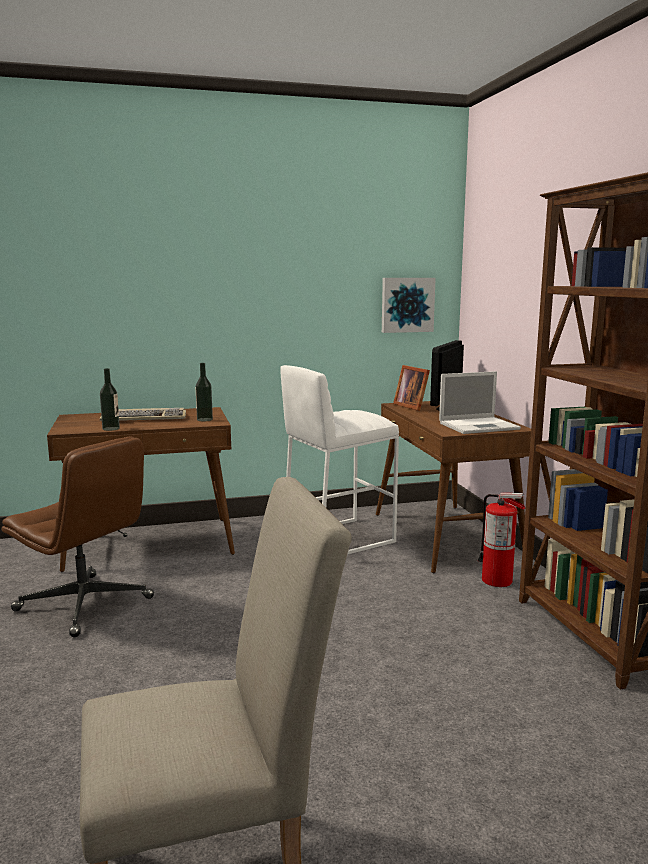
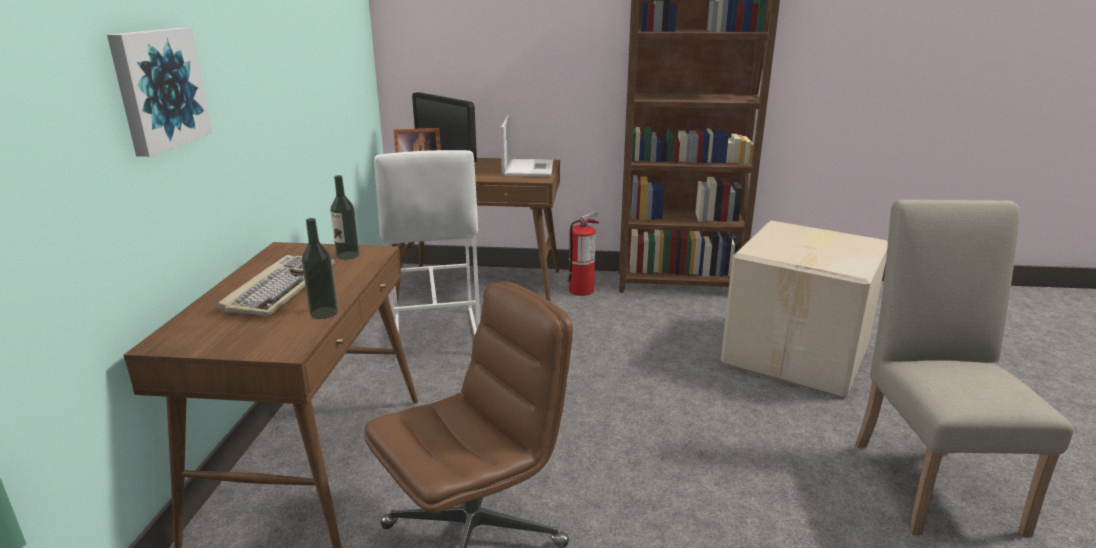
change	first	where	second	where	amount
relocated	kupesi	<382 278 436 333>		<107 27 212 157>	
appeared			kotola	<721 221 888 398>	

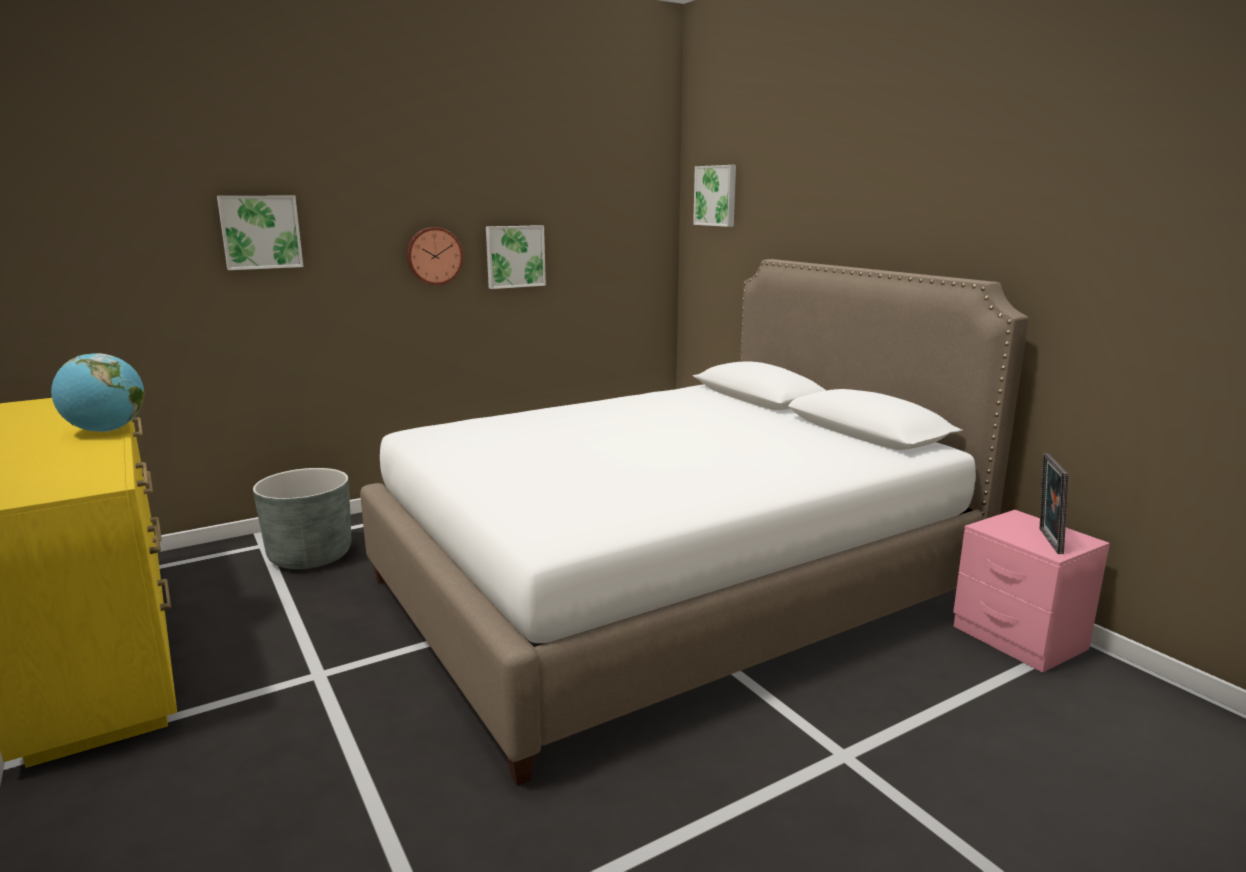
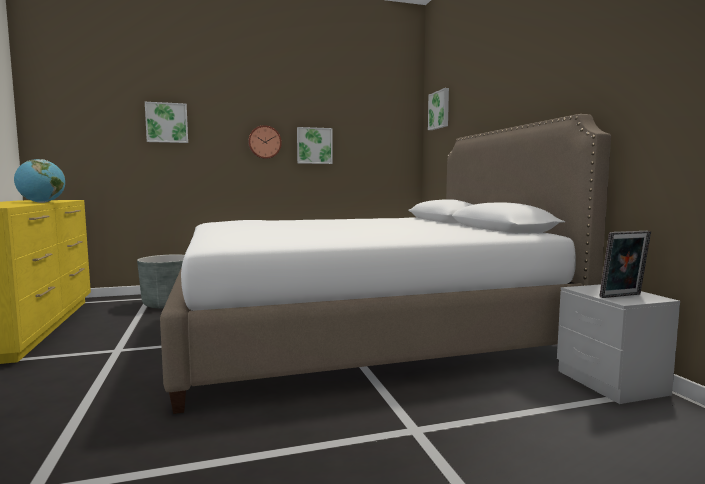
change	first	where	second	where	amount
colour	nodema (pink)	<953 510 1110 673>	nodema (grey)	<557 284 680 404>	
spun	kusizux	<1039 454 1068 554>		<599 231 651 298>	135 degrees counterclockwise

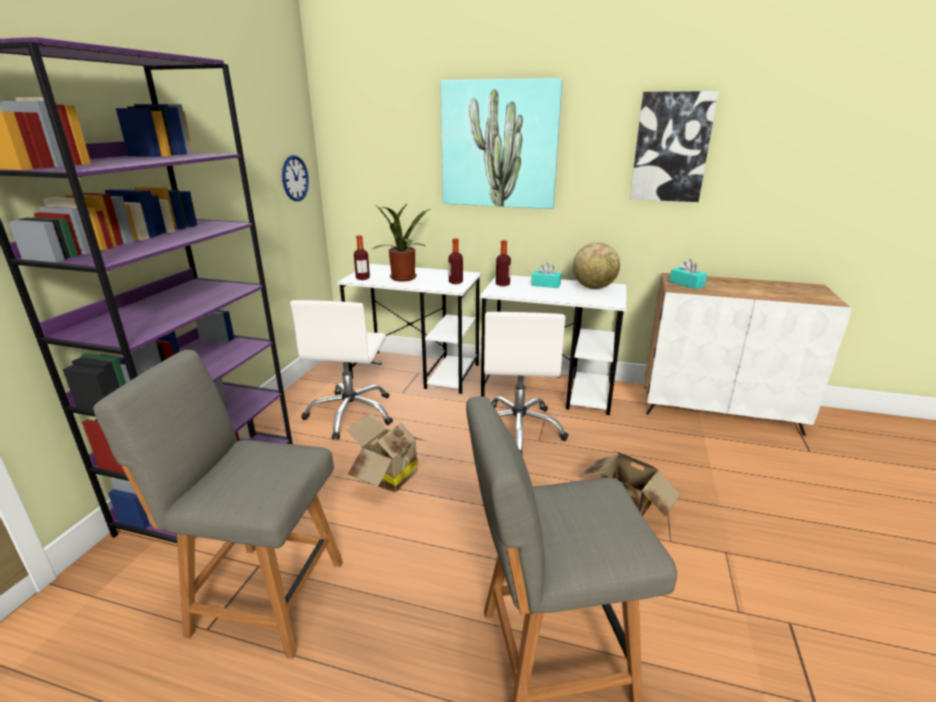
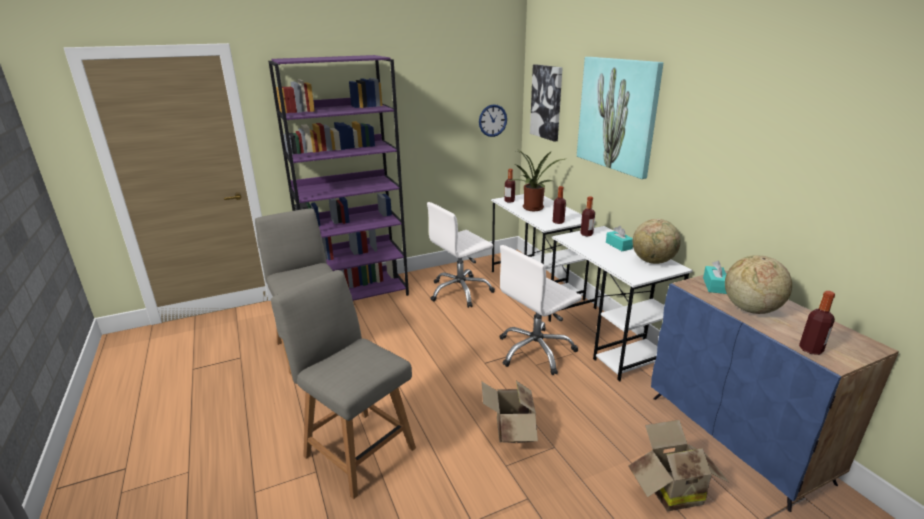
change	first	where	second	where	amount
relocated	kupesi	<630 91 719 202>		<530 64 563 142>	
relocated	kotola	<347 413 425 492>		<628 420 730 512>	
colour	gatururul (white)	<645 273 852 436>	gatururul (blue)	<651 270 899 512>	
appeared			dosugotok	<725 255 792 314>	
appeared			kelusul	<799 291 835 355>	

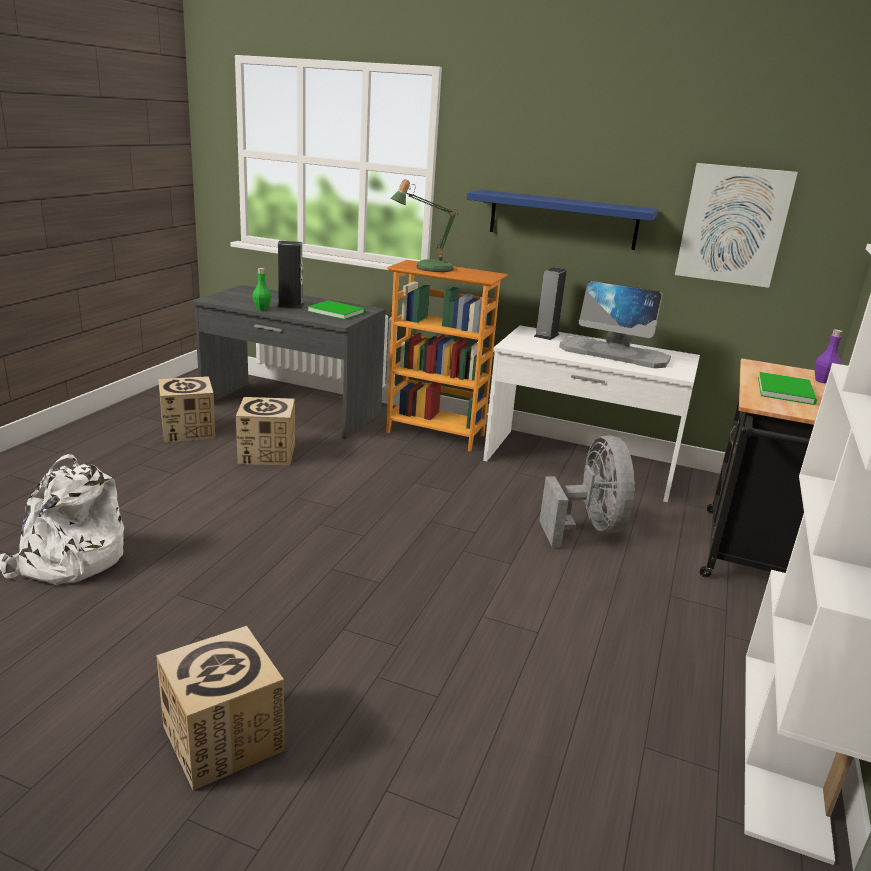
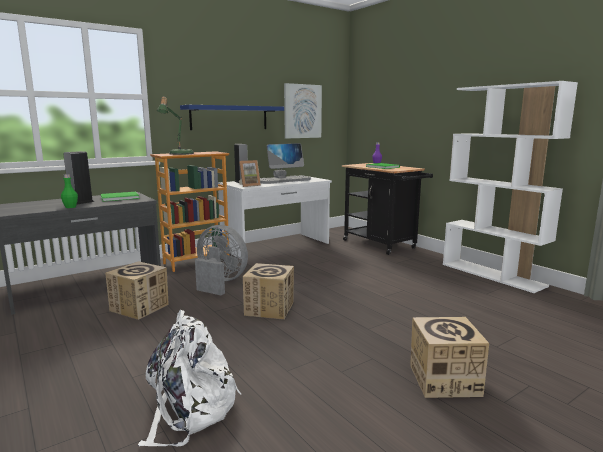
change	first	where	second	where	amount
relocated	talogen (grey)	<539 436 635 547>		<195 225 248 296>	
appeared			kusizux	<239 160 261 187>	
relocated	kotola	<158 376 215 443>		<243 263 294 320>	

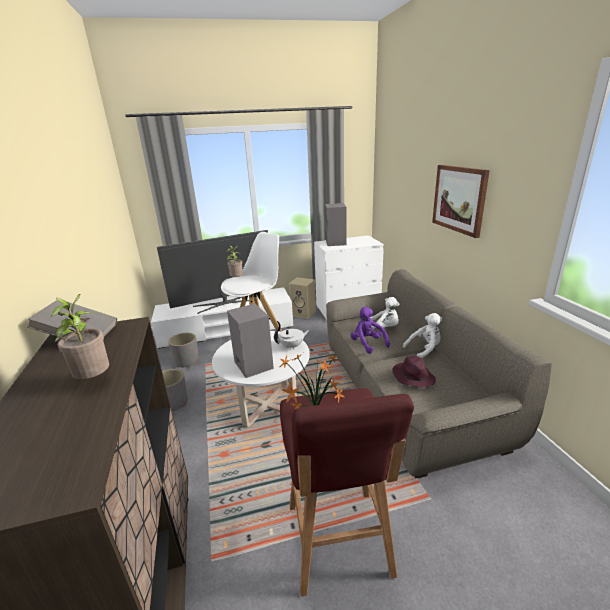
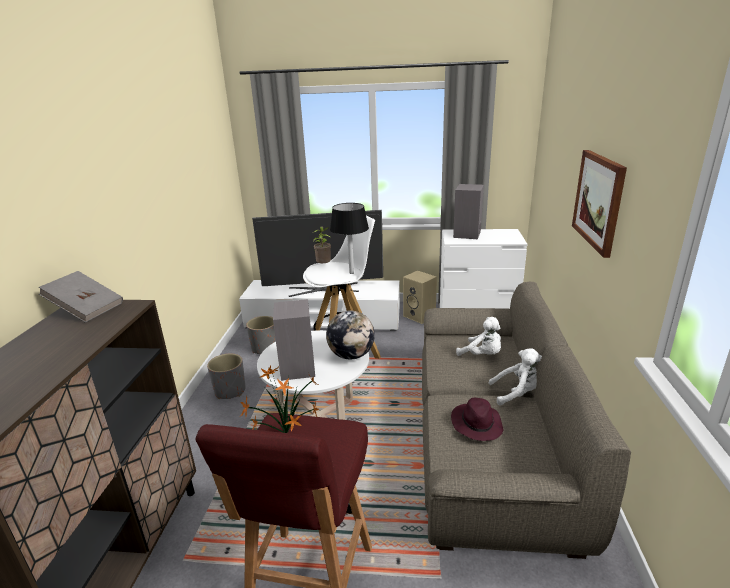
change	first	where	second	where	amount
exchanged	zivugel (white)	<274 329 310 350>	dosugotok	<326 311 375 359>	
appeared			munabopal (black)	<330 203 369 274>	
missing	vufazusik	<51 294 109 379>			
missing	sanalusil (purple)	<350 307 390 354>			

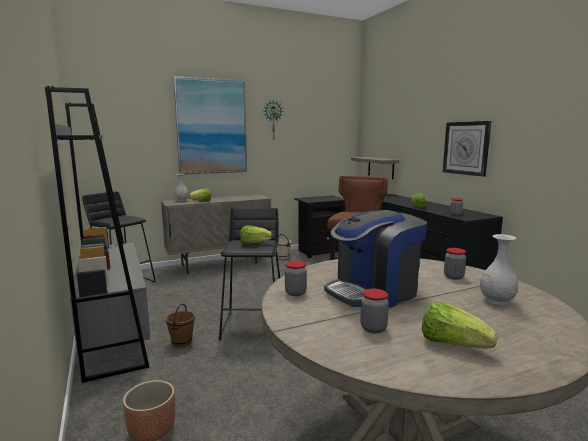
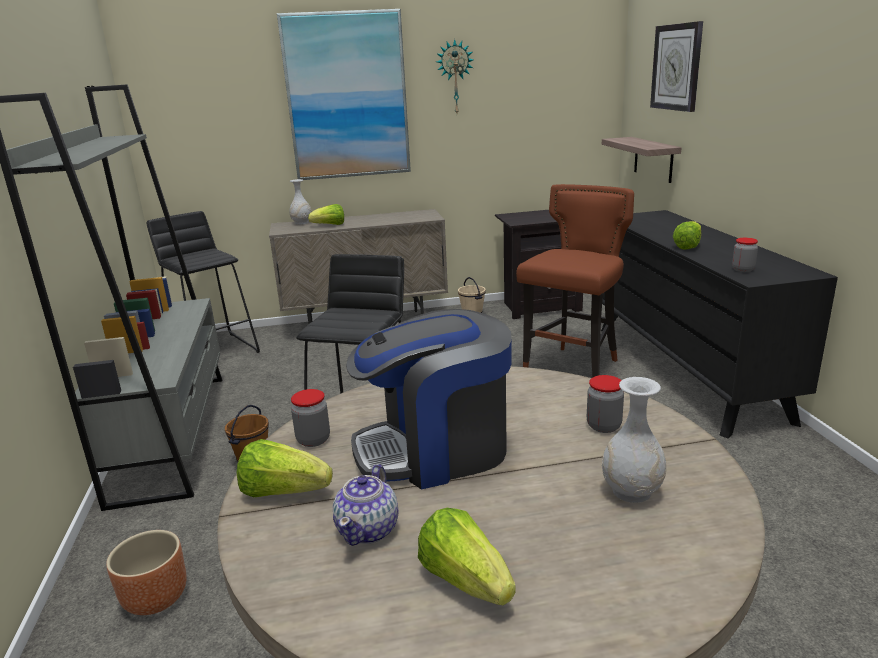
change	first	where	second	where	amount
relocated	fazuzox	<240 225 272 244>		<237 439 333 497>	
exchanged	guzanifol	<360 289 389 334>	zivugel	<333 464 398 546>	
relocated	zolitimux	<443 121 491 177>		<650 21 703 112>	

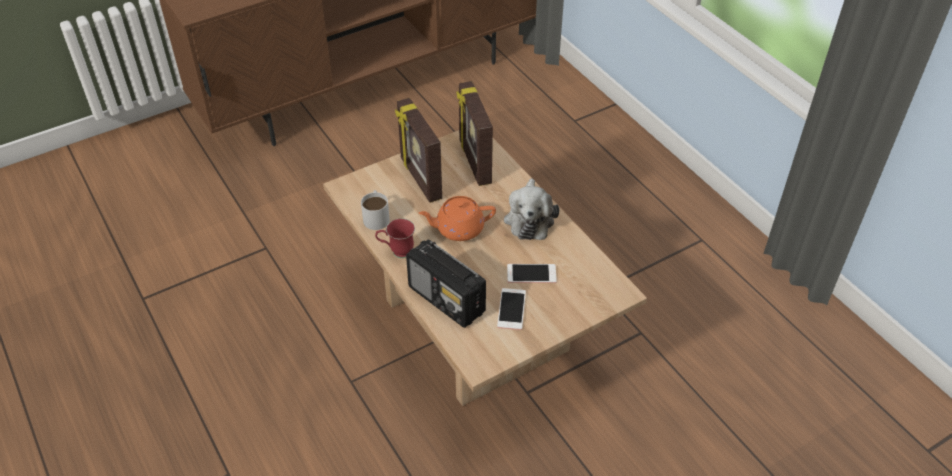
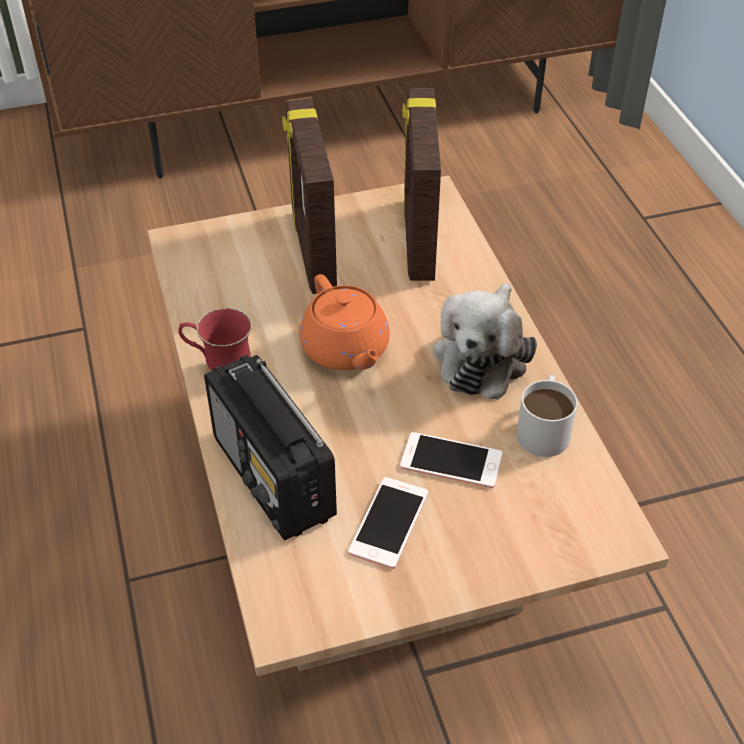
change	first	where	second	where	amount
spun	zivugel (orange)	<419 196 496 241>		<300 274 390 370>	120 degrees counterclockwise
relocated	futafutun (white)	<361 190 390 230>		<516 375 578 457>	

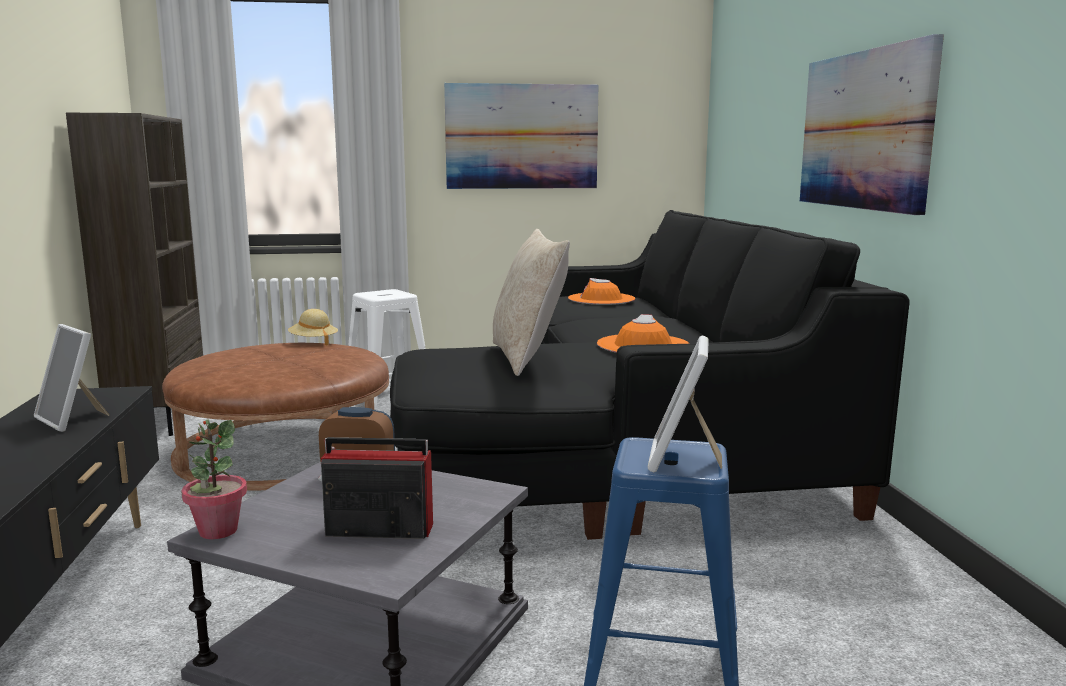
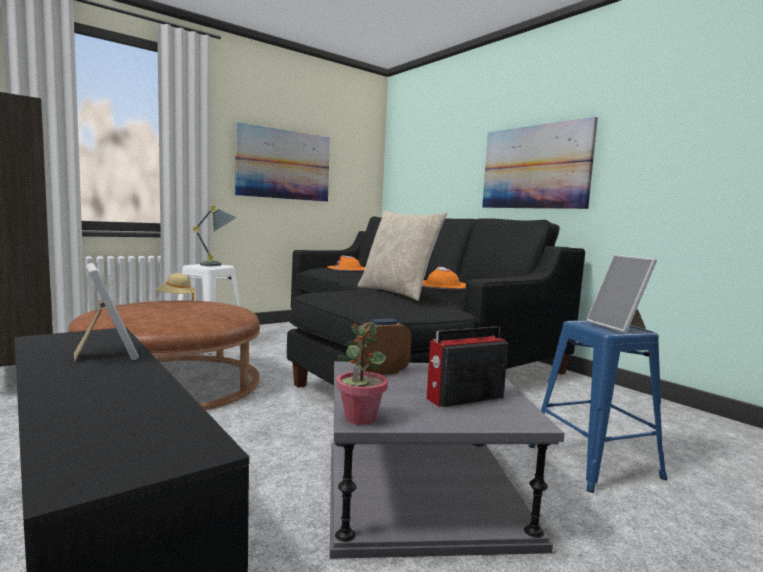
change	first	where	second	where	amount
spun	kusizux	<34 324 109 432>		<74 263 139 361>	135 degrees counterclockwise
appeared			munabopal (grey)	<193 205 236 266>	

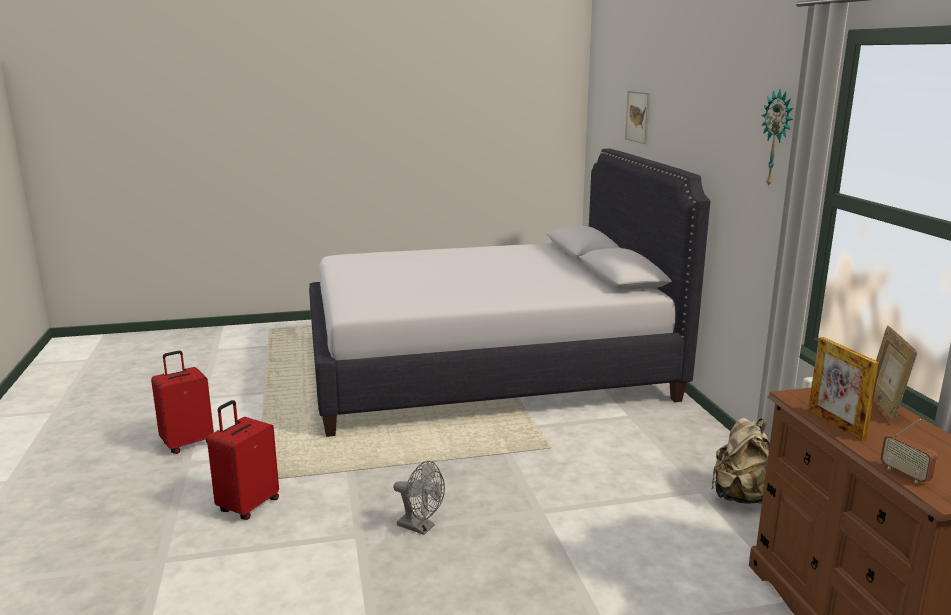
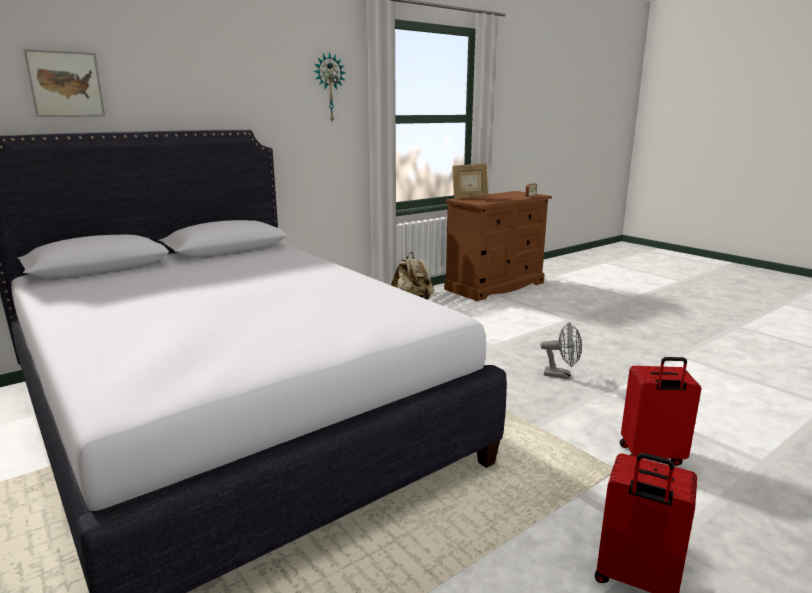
change	first	where	second	where	amount
spun	talogen (grey)	<393 461 445 535>		<540 322 582 379>	105 degrees clockwise
missing	kusizux	<808 337 880 441>			

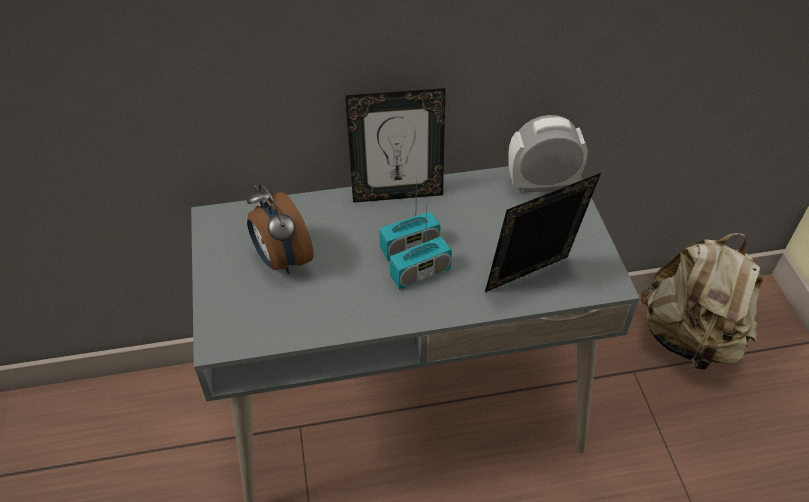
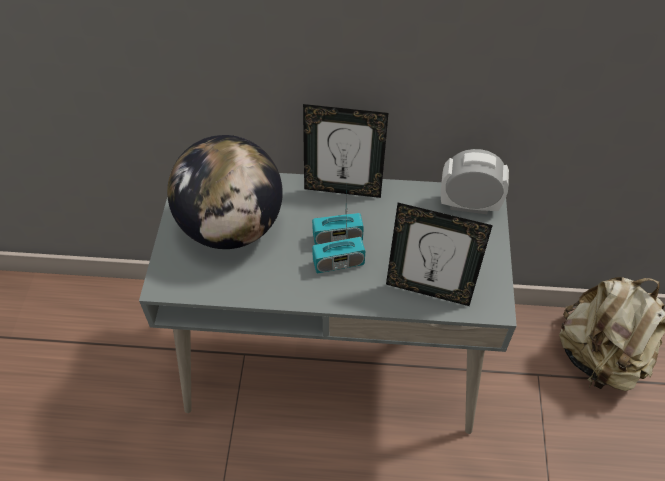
change	first	where	second	where	amount
exchanged	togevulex	<247 183 314 274>	dosugotok	<167 135 283 249>	
spun	kusizux	<485 173 601 292>		<386 203 493 306>	150 degrees counterclockwise

